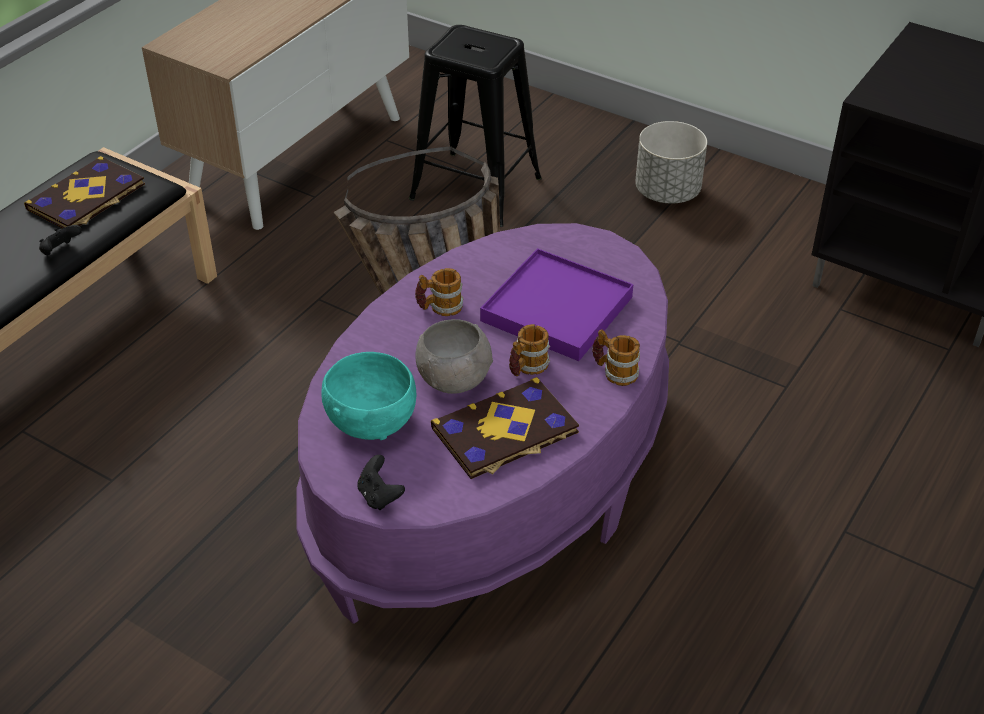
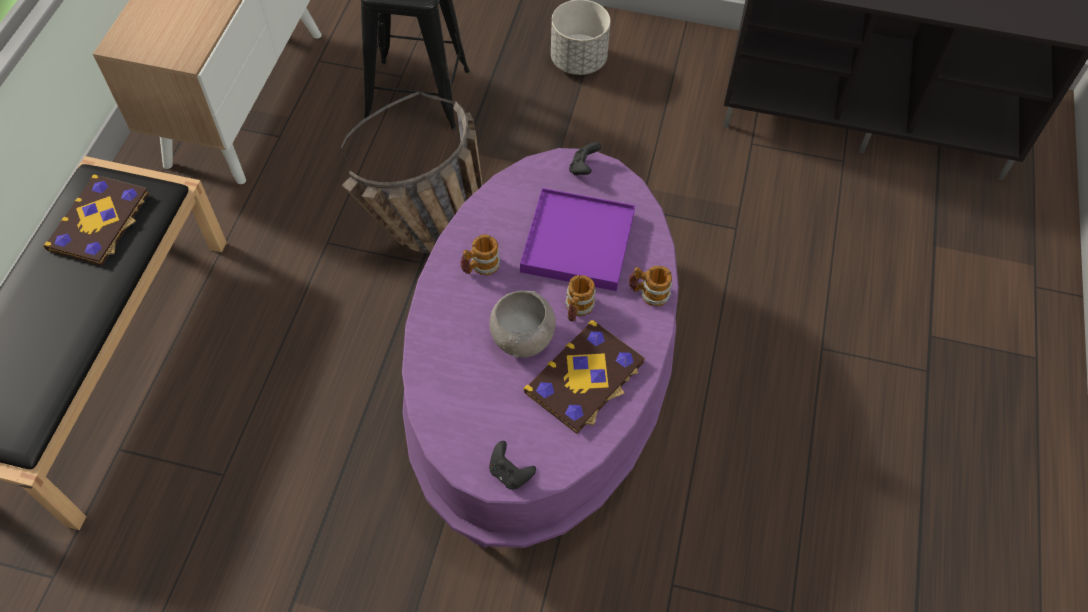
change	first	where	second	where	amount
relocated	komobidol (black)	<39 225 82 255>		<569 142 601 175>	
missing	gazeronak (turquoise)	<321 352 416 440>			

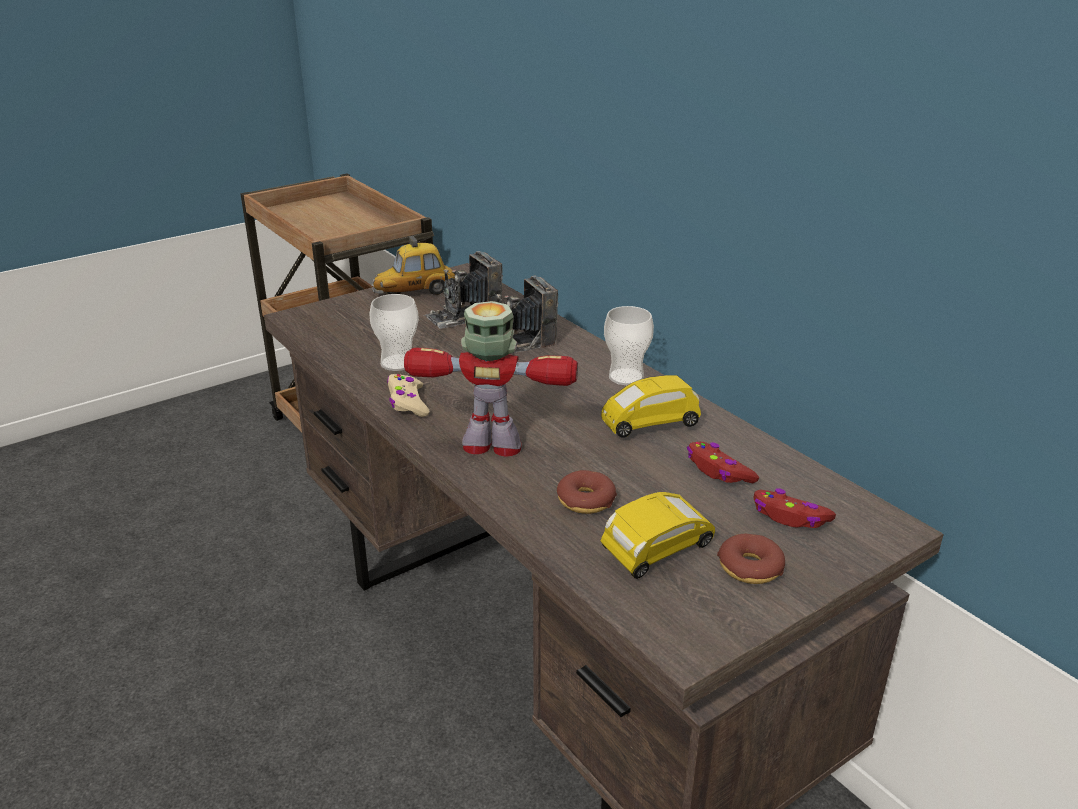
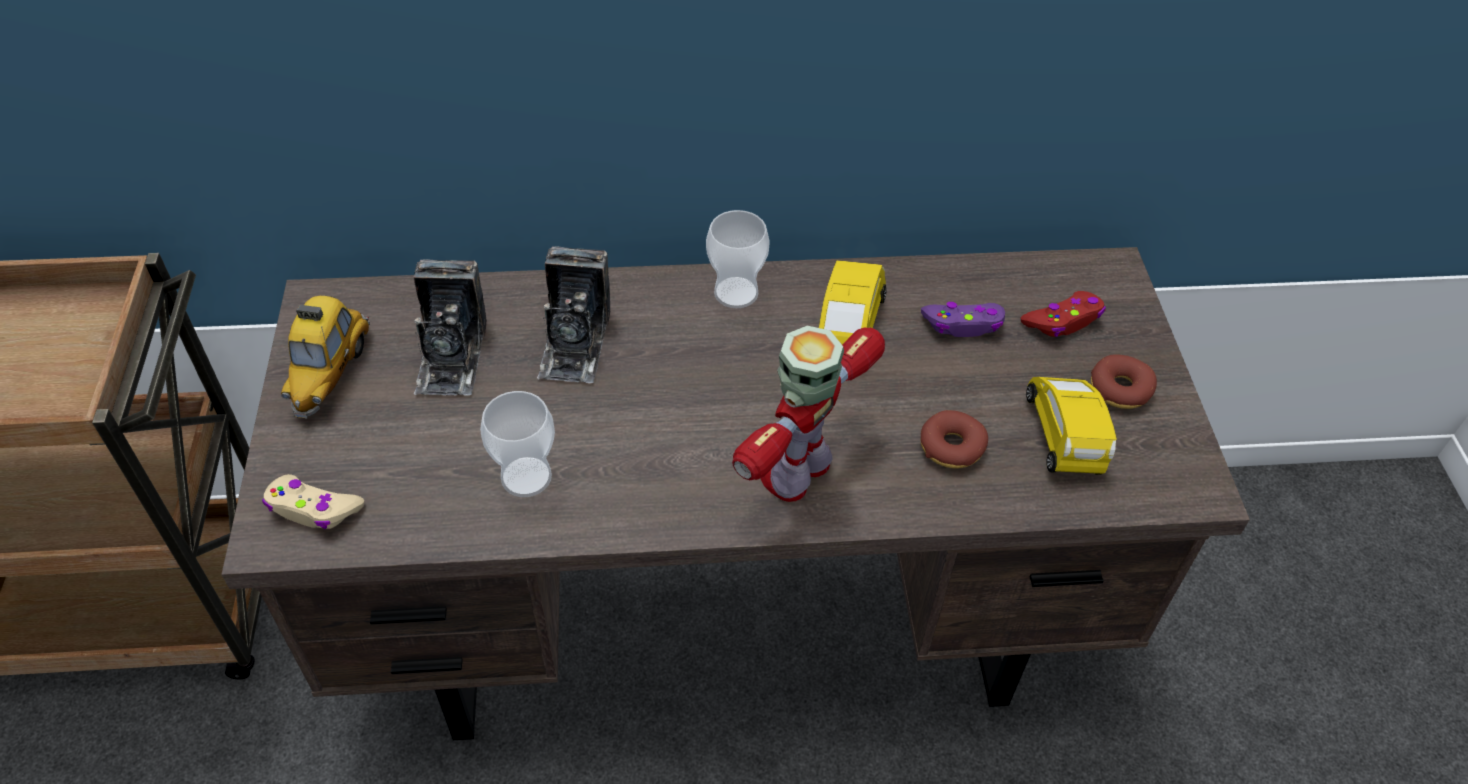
change	first	where	second	where	amount
relocated	komobidol (beige)	<387 374 429 417>		<262 474 364 529>	
colour	komobidol (red)	<687 441 759 483>	komobidol (purple)	<921 302 1005 337>	

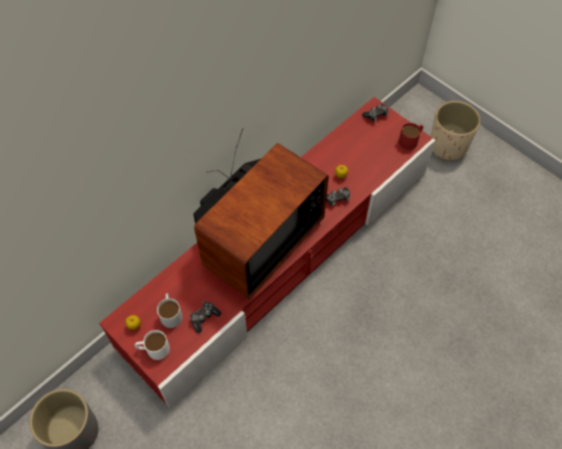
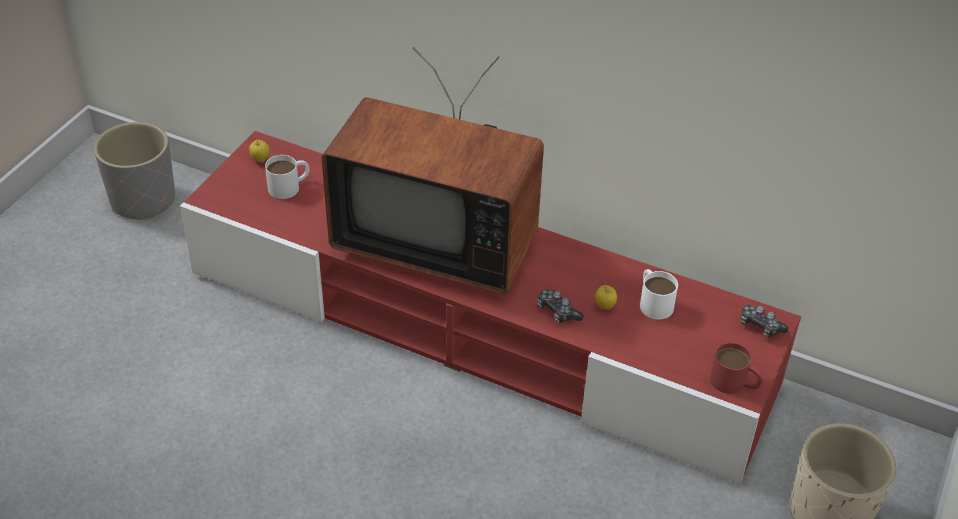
change	first	where	second	where	amount
relocated	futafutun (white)	<135 330 170 360>		<640 269 678 320>	
missing	komobidol	<190 302 221 333>			

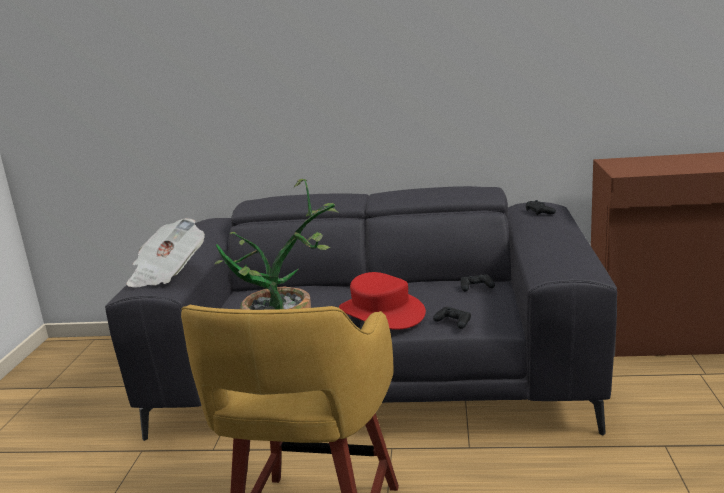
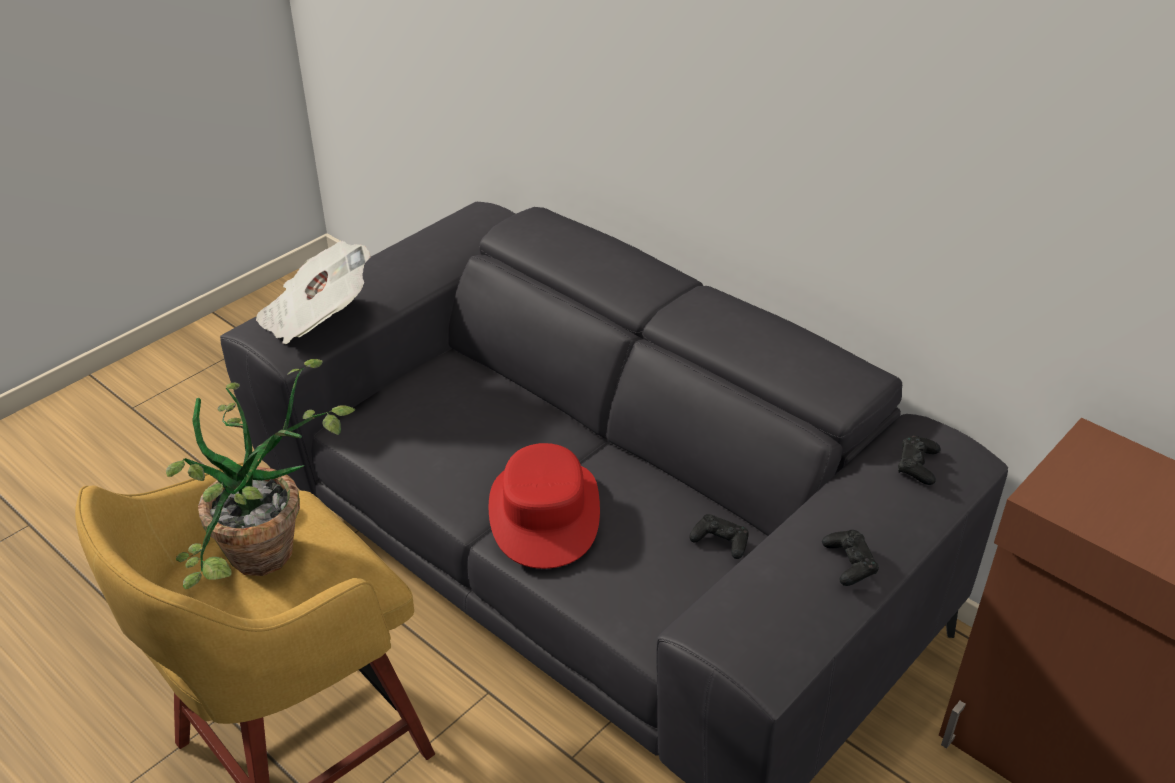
change	first	where	second	where	amount
relocated	komobidol (black)	<433 307 471 329>		<822 530 879 586>	

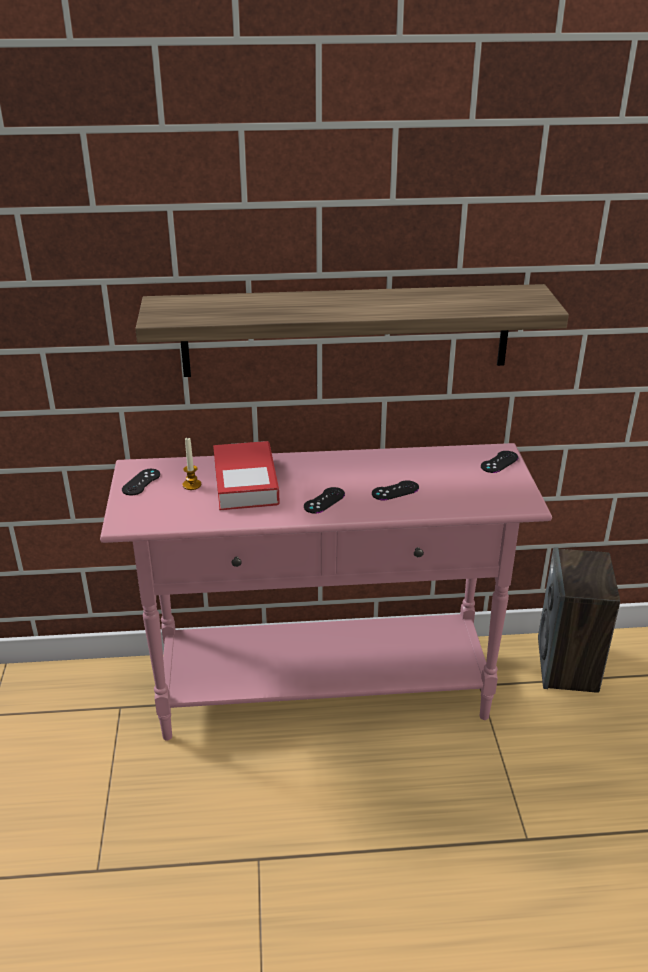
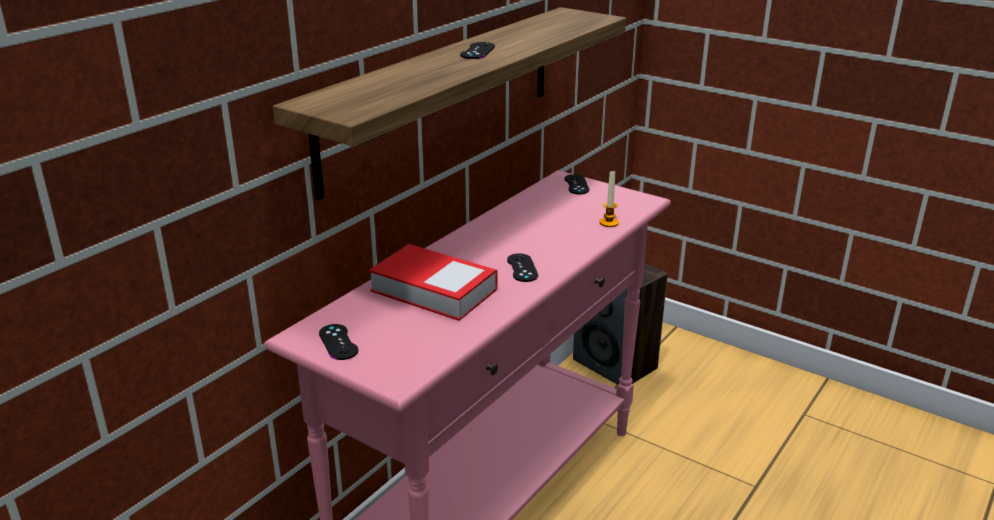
change	first	where	second	where	amount
relocated	komobidol (black)	<372 480 419 500>		<460 42 495 59>	
relocated	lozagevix	<183 437 201 490>		<600 170 619 227>	

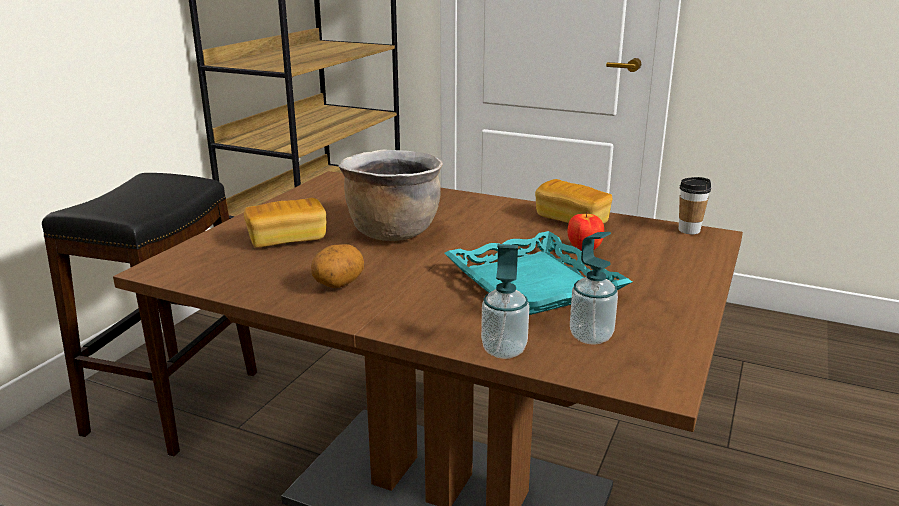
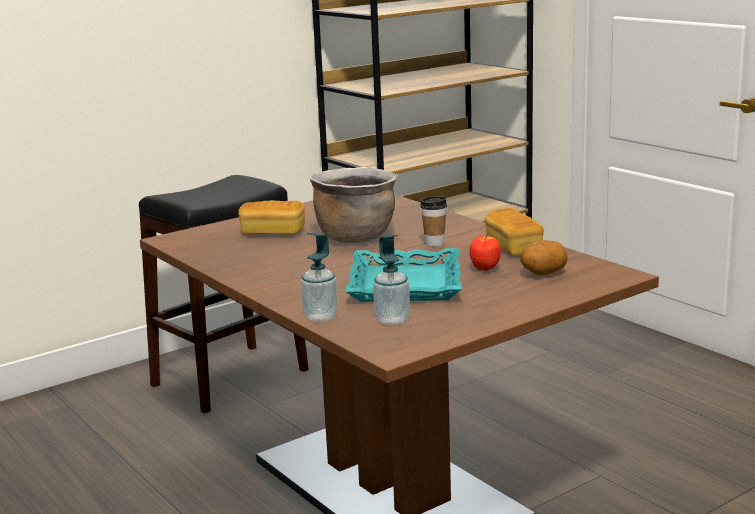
change	first	where	second	where	amount
relocated	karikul	<679 177 711 234>		<420 197 447 247>	
relocated	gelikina	<311 244 364 288>		<521 240 568 275>	

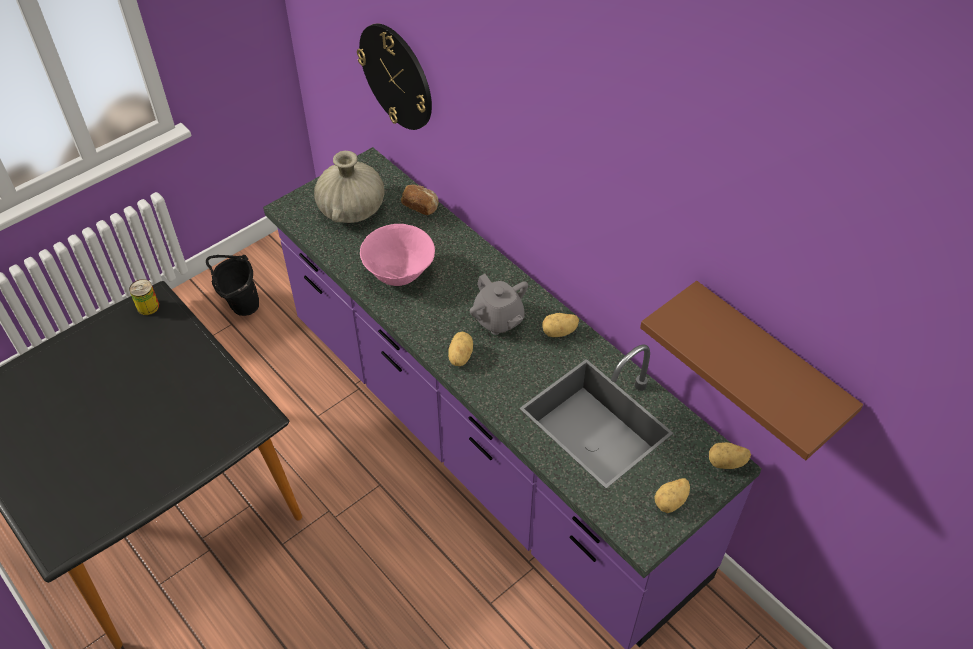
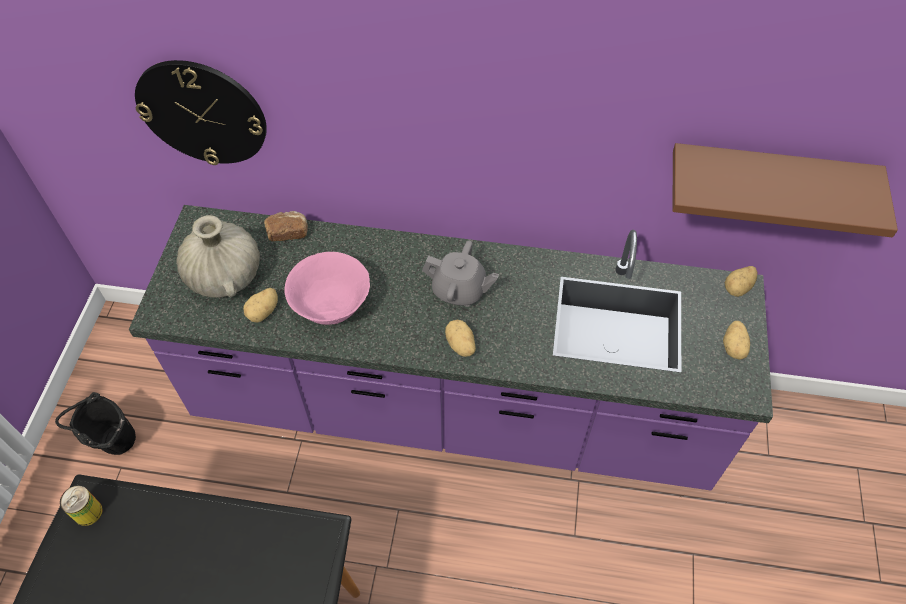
change	first	where	second	where	amount
relocated	gelikina	<542 313 579 337>		<243 288 278 323>	

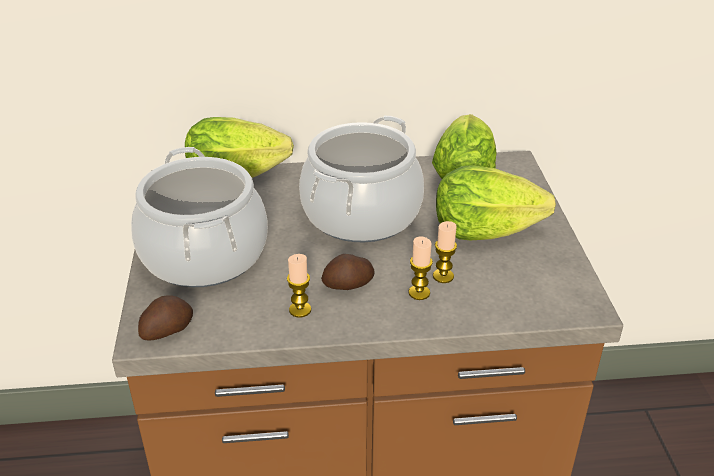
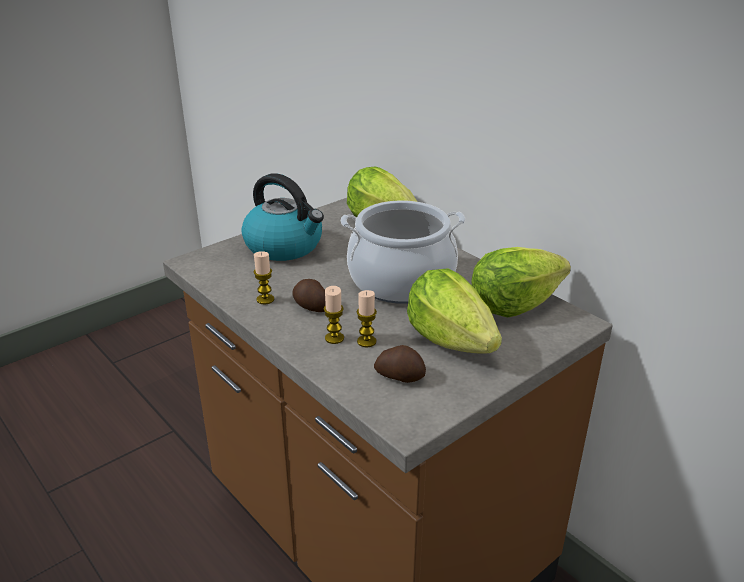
change	first	where	second	where	amount
exchanged	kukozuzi	<131 147 268 287>	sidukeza	<242 173 324 261>	
relocated	gelikina	<138 295 193 341>		<374 345 426 383>	

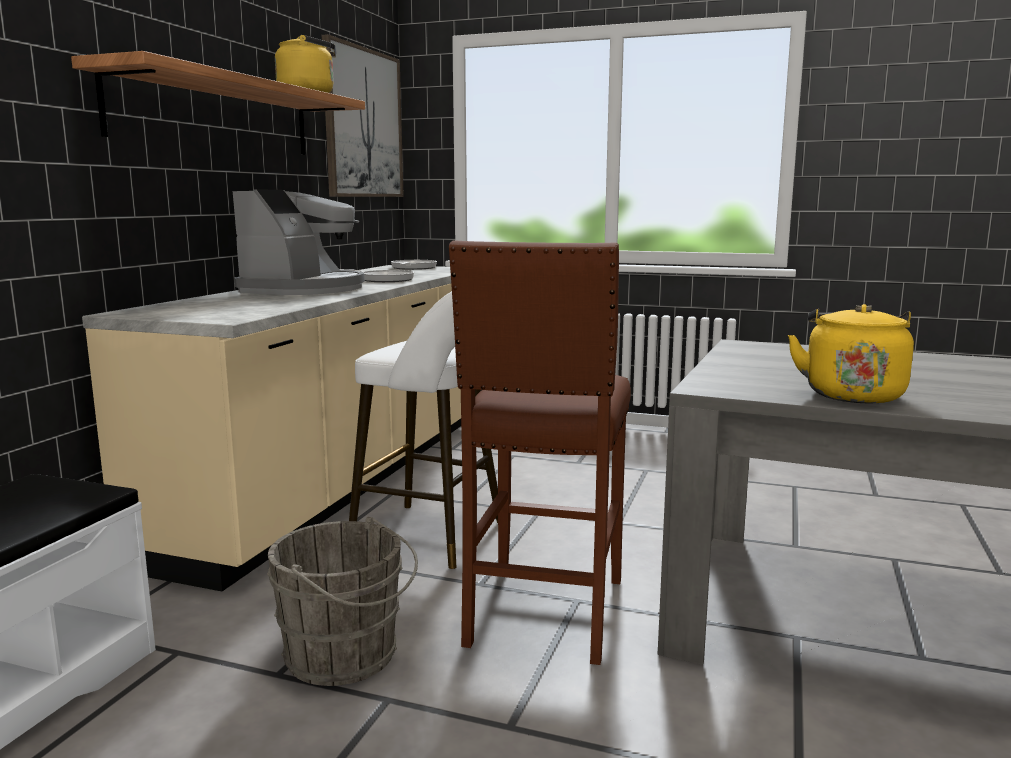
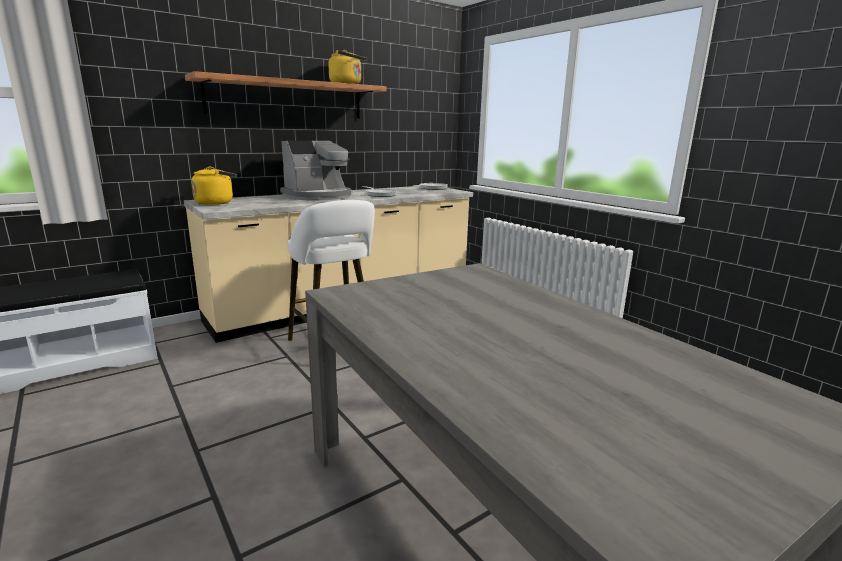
change	first	where	second	where	amount
relocated	sidukeza (yellow)	<788 304 914 404>		<191 167 237 205>	
missing	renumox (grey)	<267 517 418 686>			
missing	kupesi	<322 34 404 197>			
missing	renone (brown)	<449 241 631 665>			

